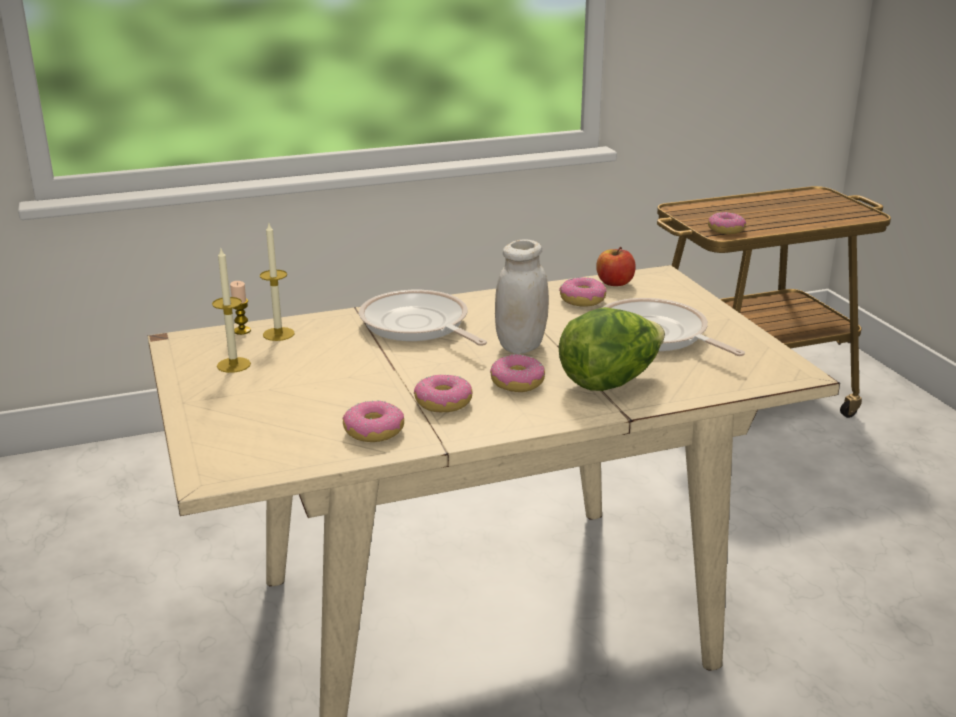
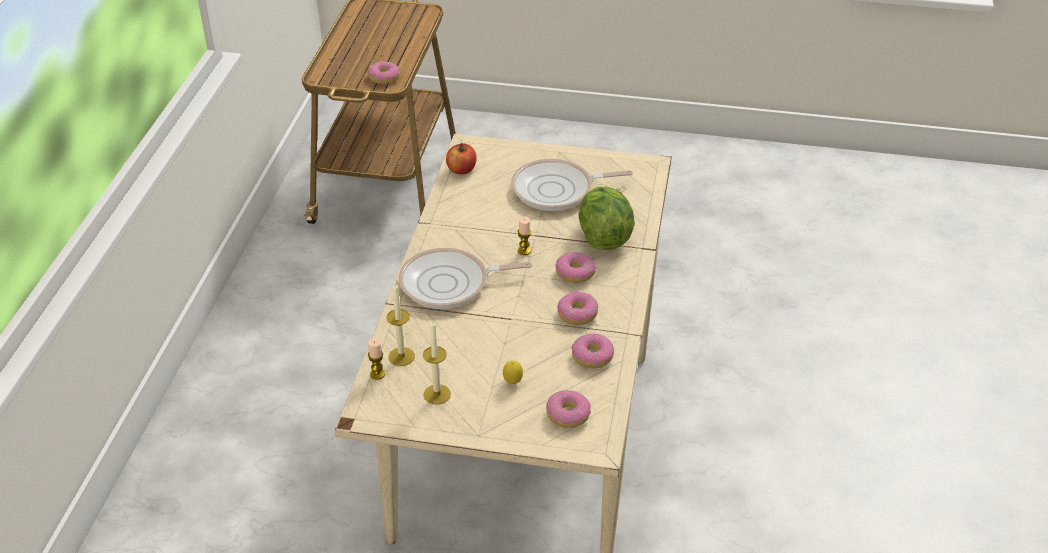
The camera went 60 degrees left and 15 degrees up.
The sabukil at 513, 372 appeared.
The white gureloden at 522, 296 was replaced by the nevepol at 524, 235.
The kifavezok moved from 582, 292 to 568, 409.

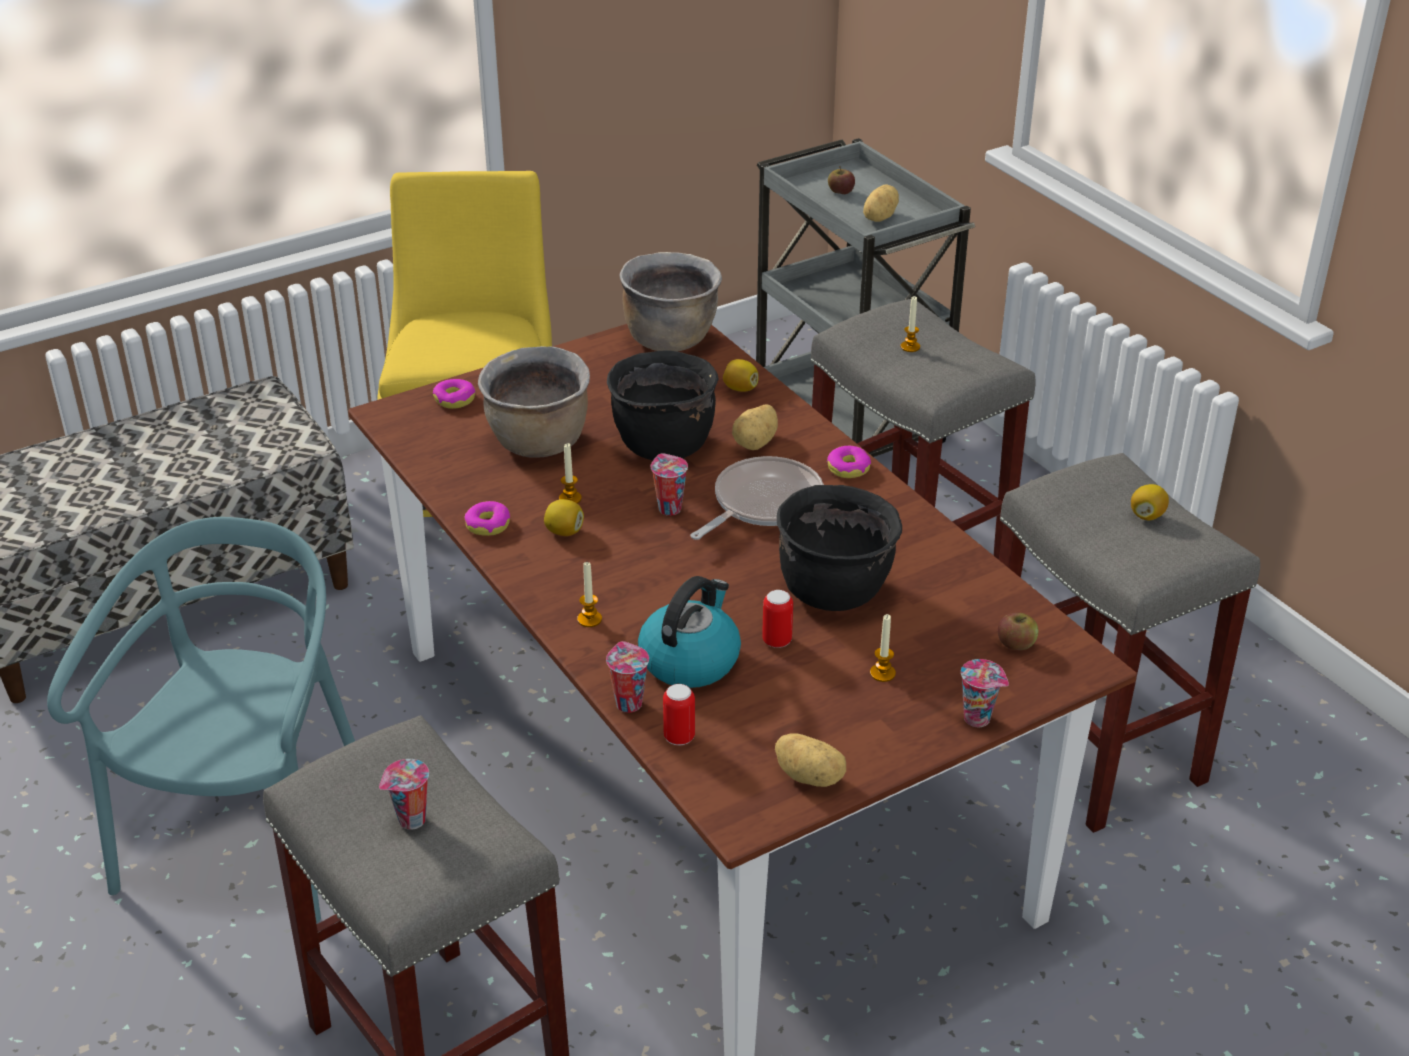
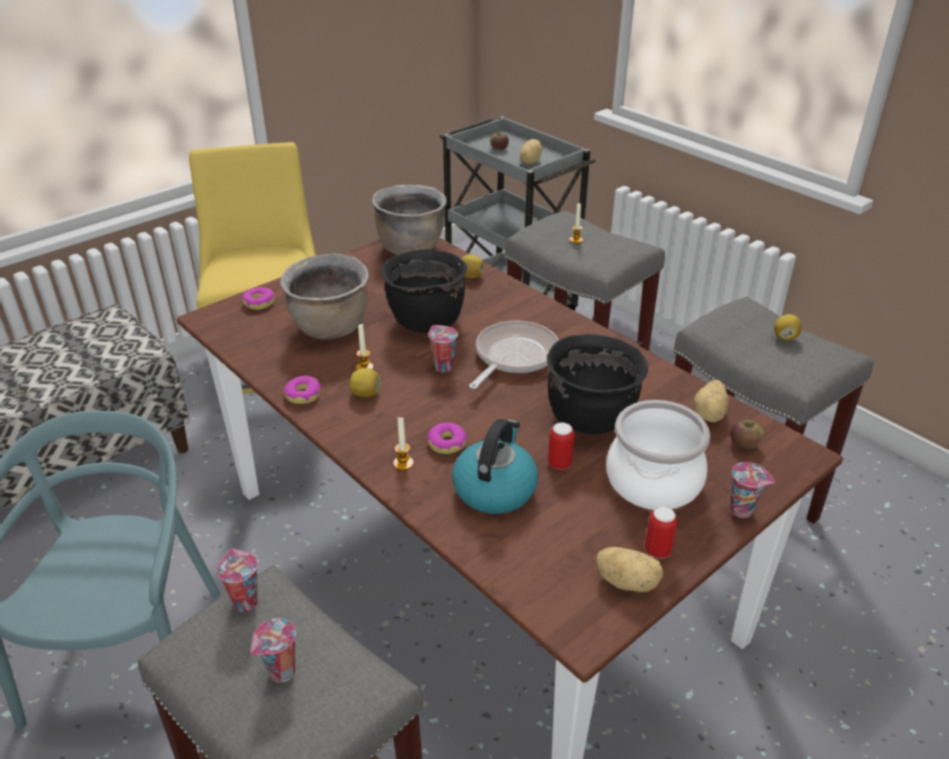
The camera went 10 degrees left and 0 degrees up.
The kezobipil moved from 627, 677 to 237, 580.
The kifavezok moved from 849, 462 to 447, 438.
The nevepol at 883, 648 was replaced by the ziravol at 658, 455.
The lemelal moved from 679, 714 to 661, 532.
The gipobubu moved from 755, 427 to 711, 401.

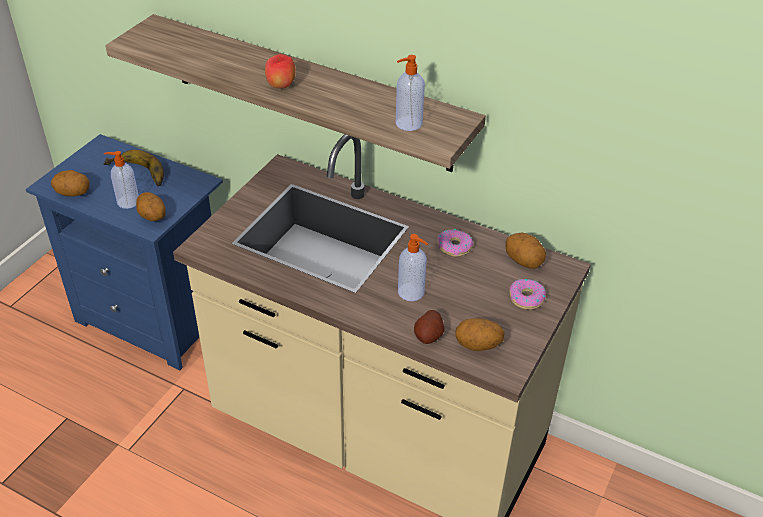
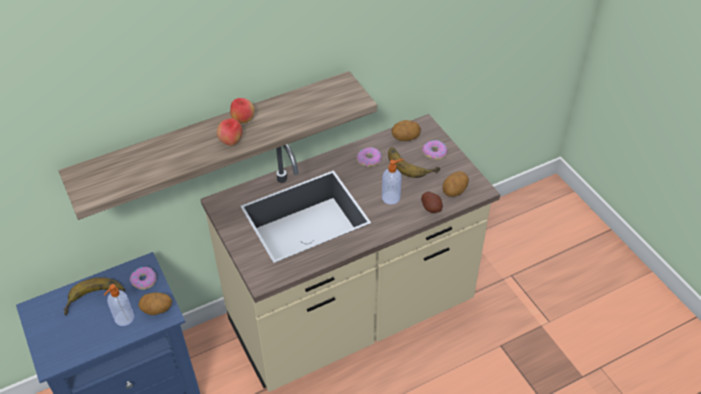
The camera went 55 degrees left and 5 degrees up.
The kifavezok at 143, 278 appeared.
The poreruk at 242, 111 appeared.
The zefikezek at 414, 162 appeared.
The gipobubu at 70, 183 disappeared.
The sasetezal at 410, 93 disappeared.

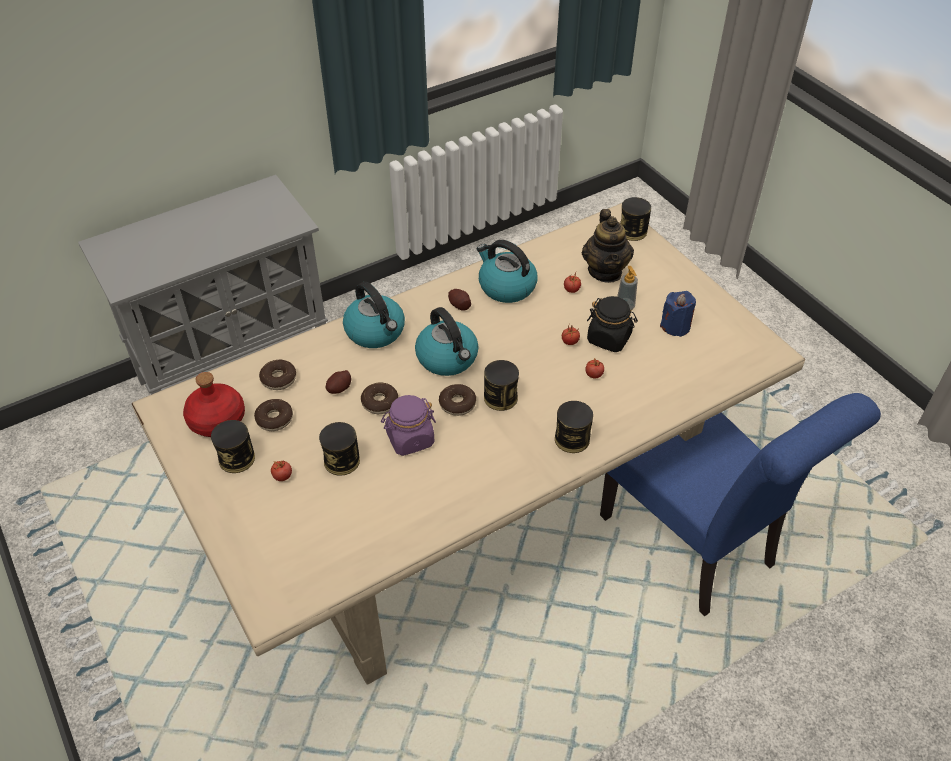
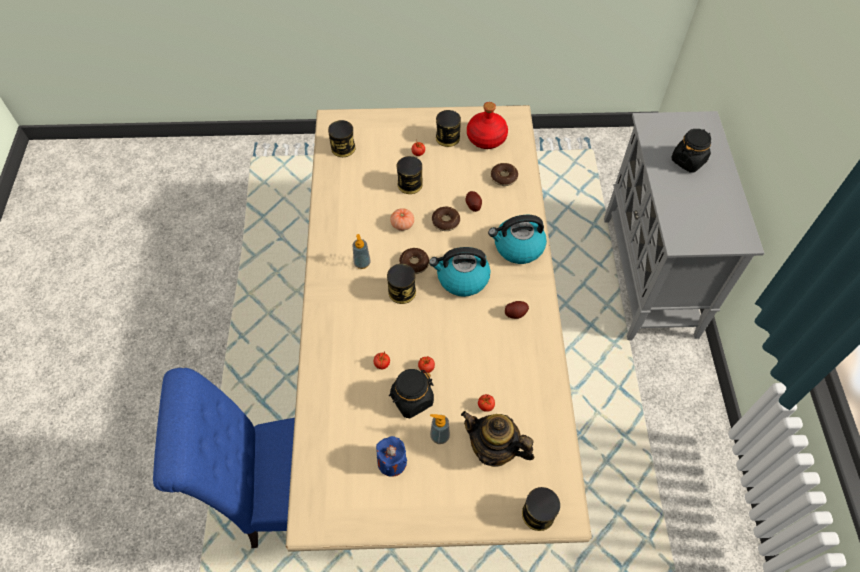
The camera went 120 degrees right and 10 degrees up.
The lemelal moved from 574, 427 to 342, 138.
The sasetezal at 361, 251 appeared.
The purple gureloden at 408, 425 was replaced by the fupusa at 402, 219.
The black gureloden at 691, 151 appeared.
The kifavezok at 273, 415 disappeared.
The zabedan at 507, 271 disappeared.

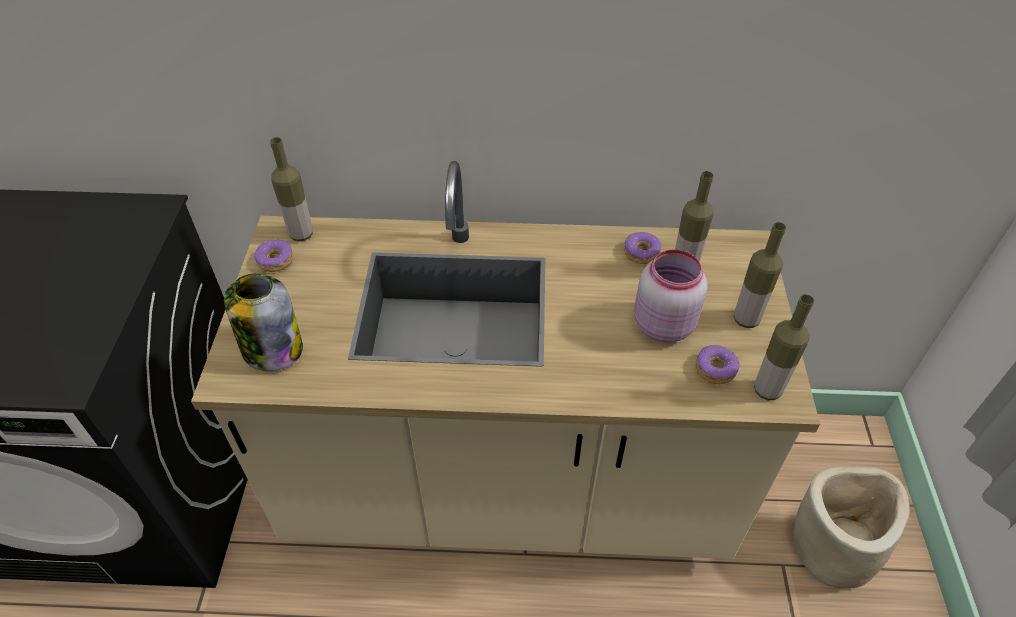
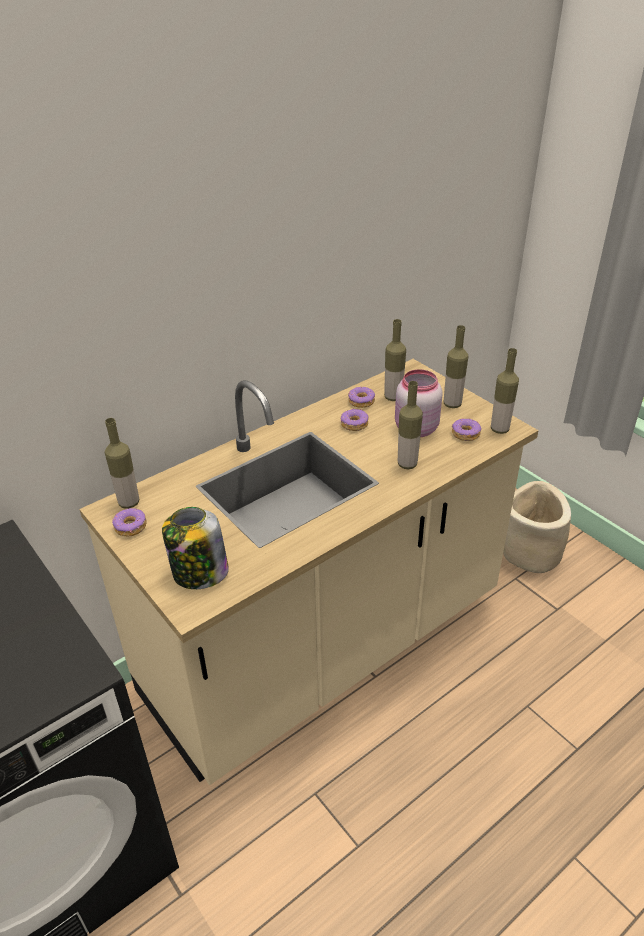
The camera went 40 degrees left and 10 degrees down.
The kifavezok at 354, 419 appeared.
The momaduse at 410, 425 appeared.

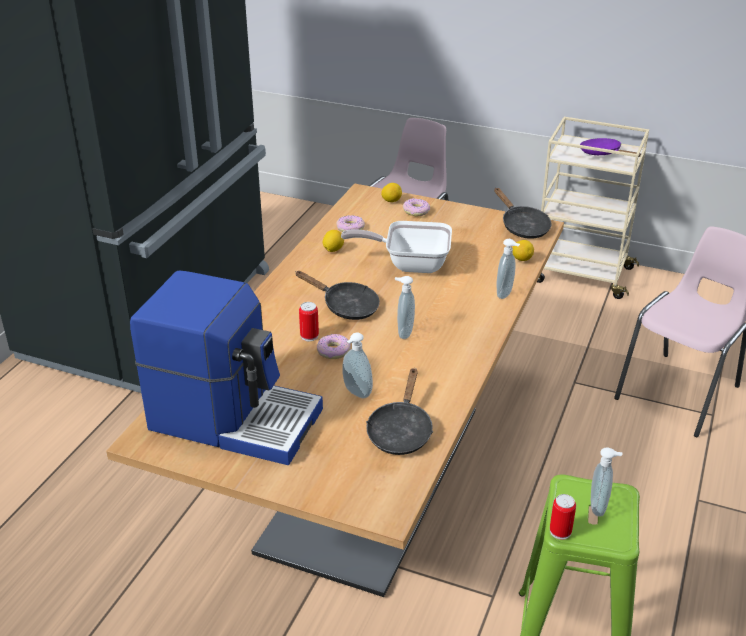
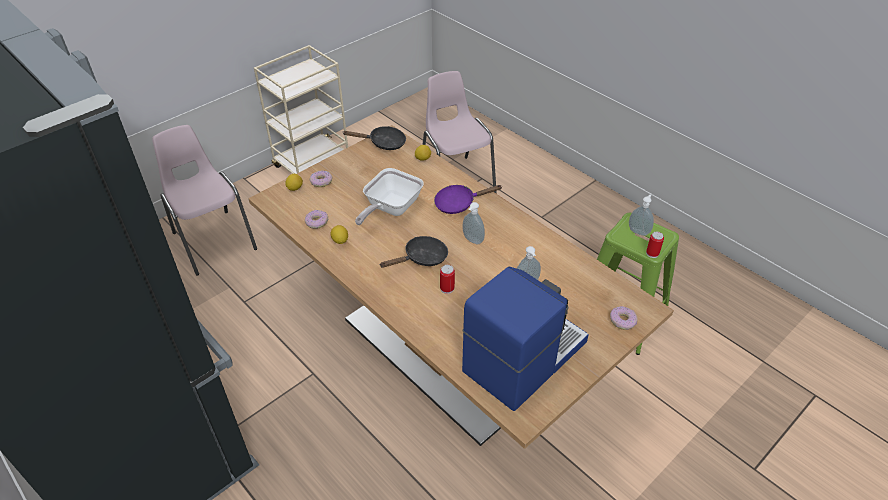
The camera went 65 degrees left and 10 degrees up.
The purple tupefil moved from 610, 147 to 468, 199.
The kifavezok moved from 334, 346 to 624, 318.
The black tupefil at 399, 411 disappeared.
The sasetezal at 508, 269 disappeared.

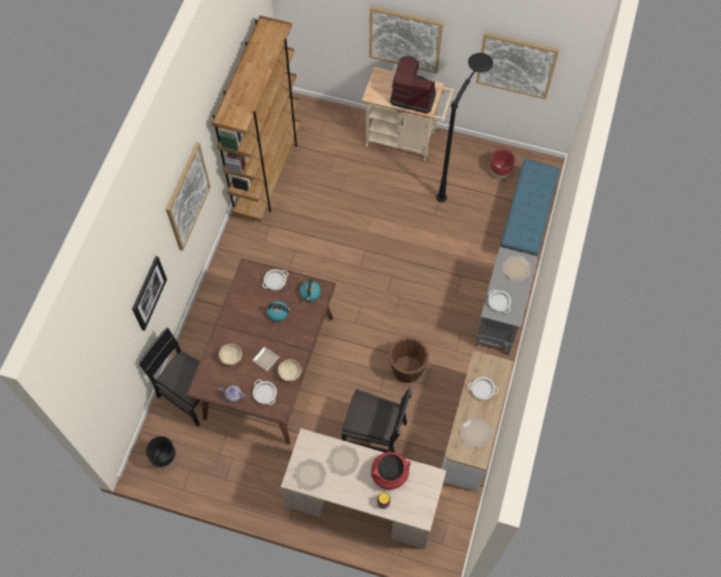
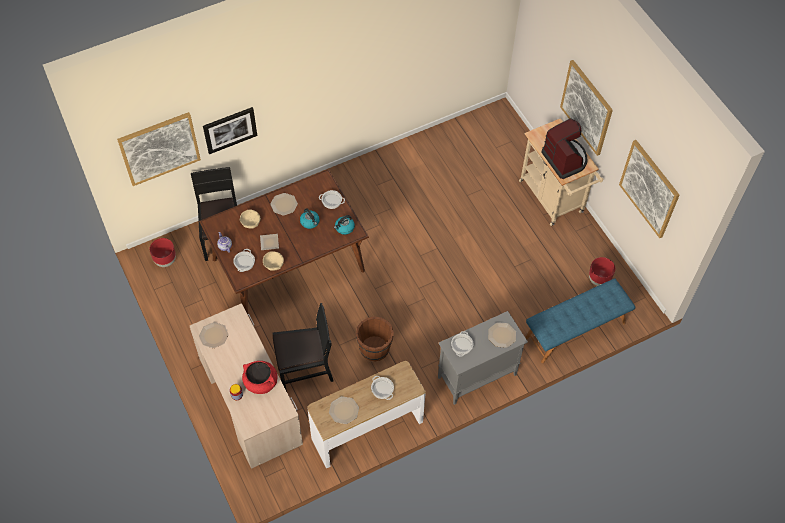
The camera went 45 degrees right and 5 degrees down.
The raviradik moved from 188, 196 to 159, 149.
The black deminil at 161, 452 became the red deminil at 162, 252.
The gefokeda moved from 343, 460 to 284, 204.
The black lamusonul at 377, 420 turned 75 degrees counterclockwise.
The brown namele at 256, 119 disappeared.
The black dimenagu at 464, 127 disappeared.

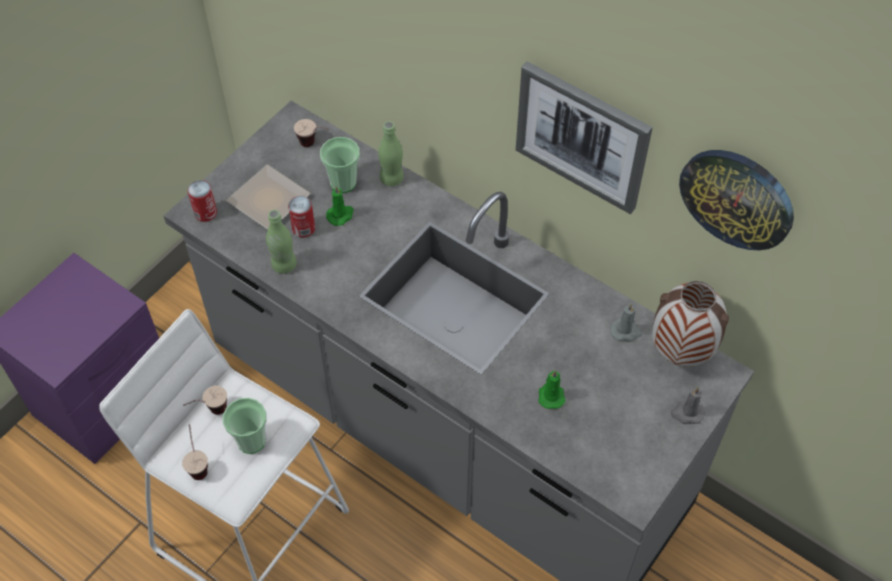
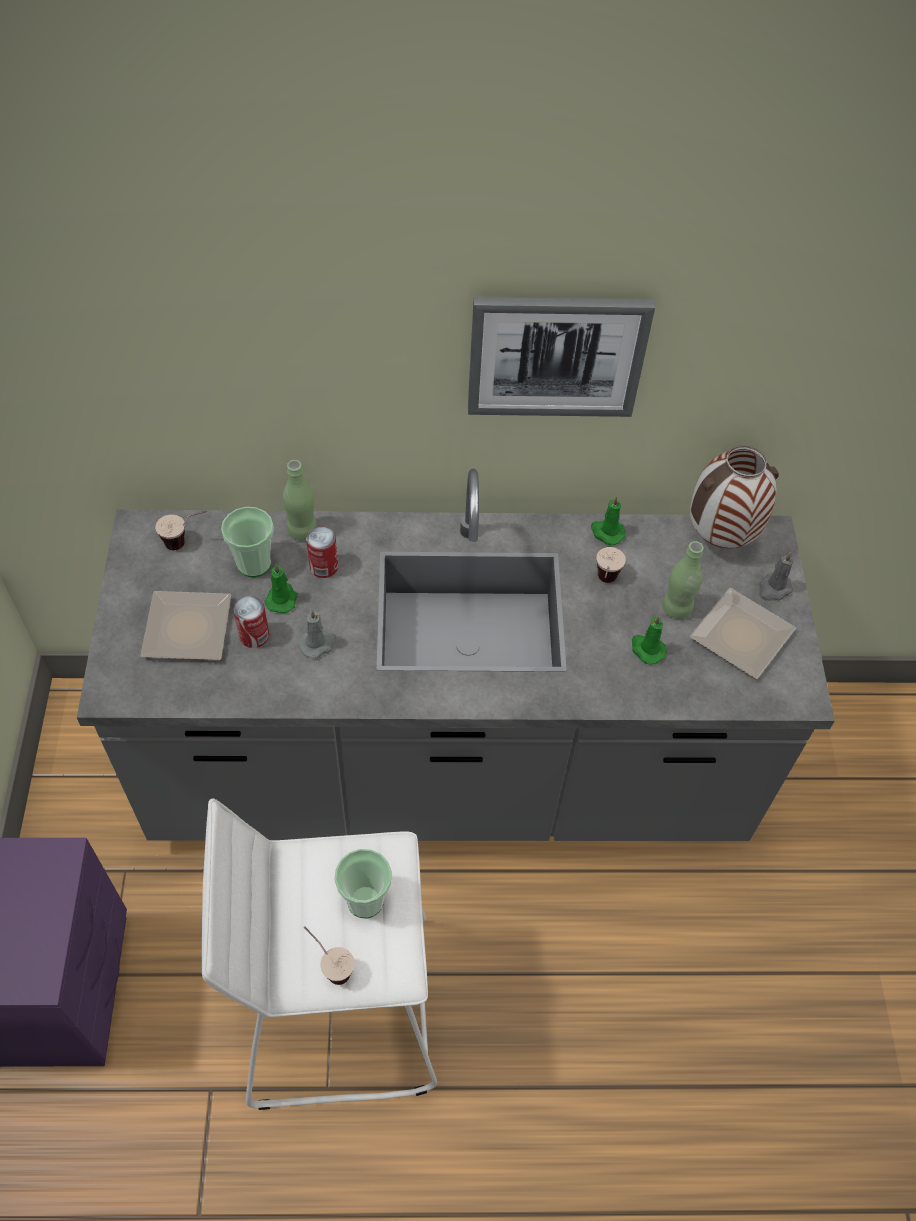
The camera went 40 degrees left and 0 degrees up.
The grey nevepol moved from 626, 322 to 318, 633.
The lemelal moved from 202, 201 to 322, 552.
The green nevepol at 608, 520 appeared.
The kezobipil moved from 205, 400 to 611, 565.
The green momaduse moved from 281, 241 to 683, 580.
The gefokeda at 743, 633 appeared.
The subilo at 736, 200 disappeared.

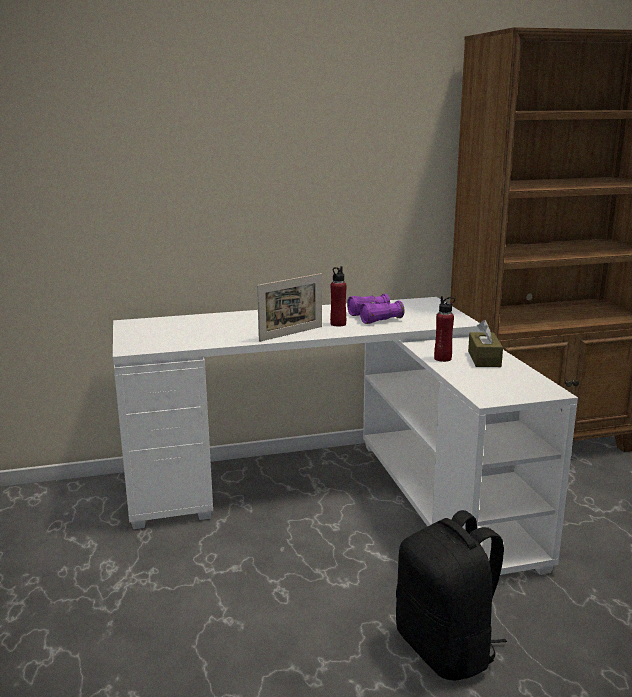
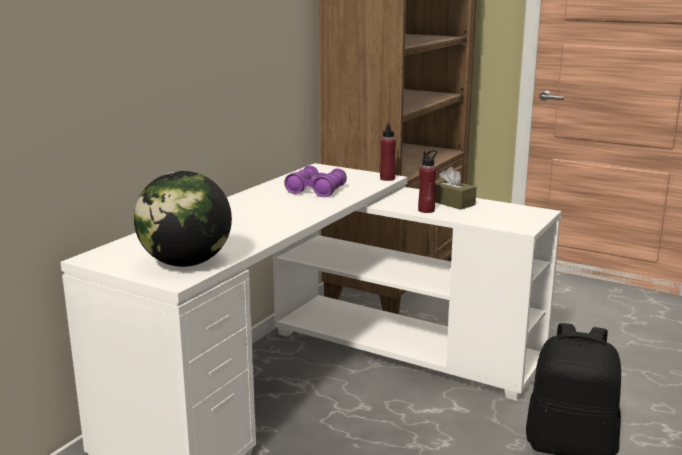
The camera went 45 degrees left and 0 degrees up.
The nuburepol at 183, 219 appeared.
The red momaduse moved from 338, 296 to 388, 152.
The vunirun at 289, 307 disappeared.

